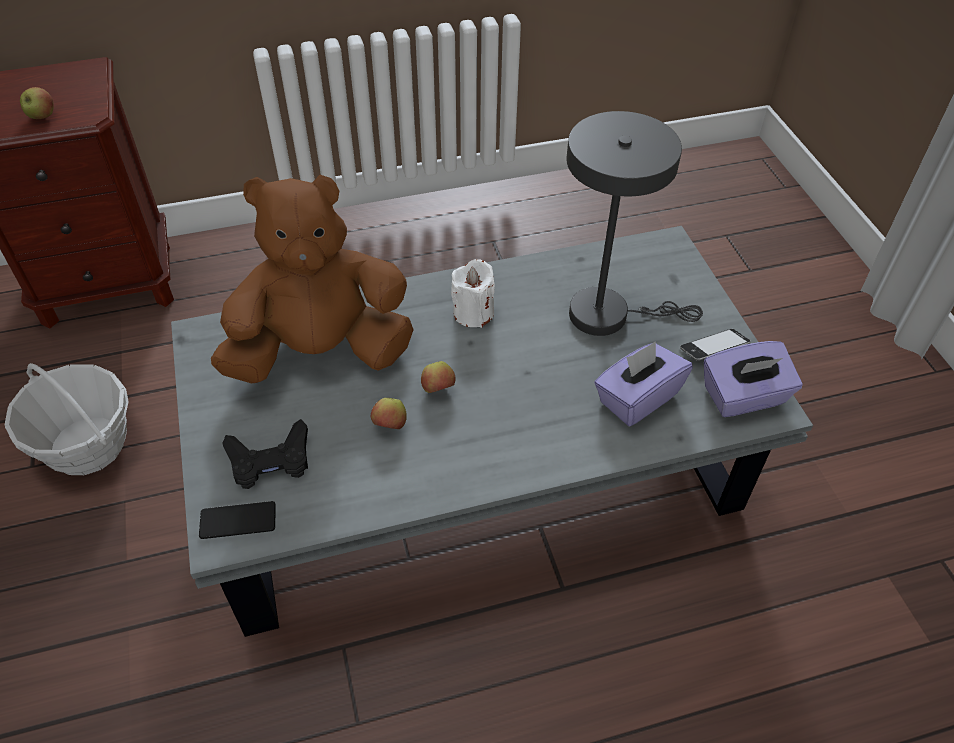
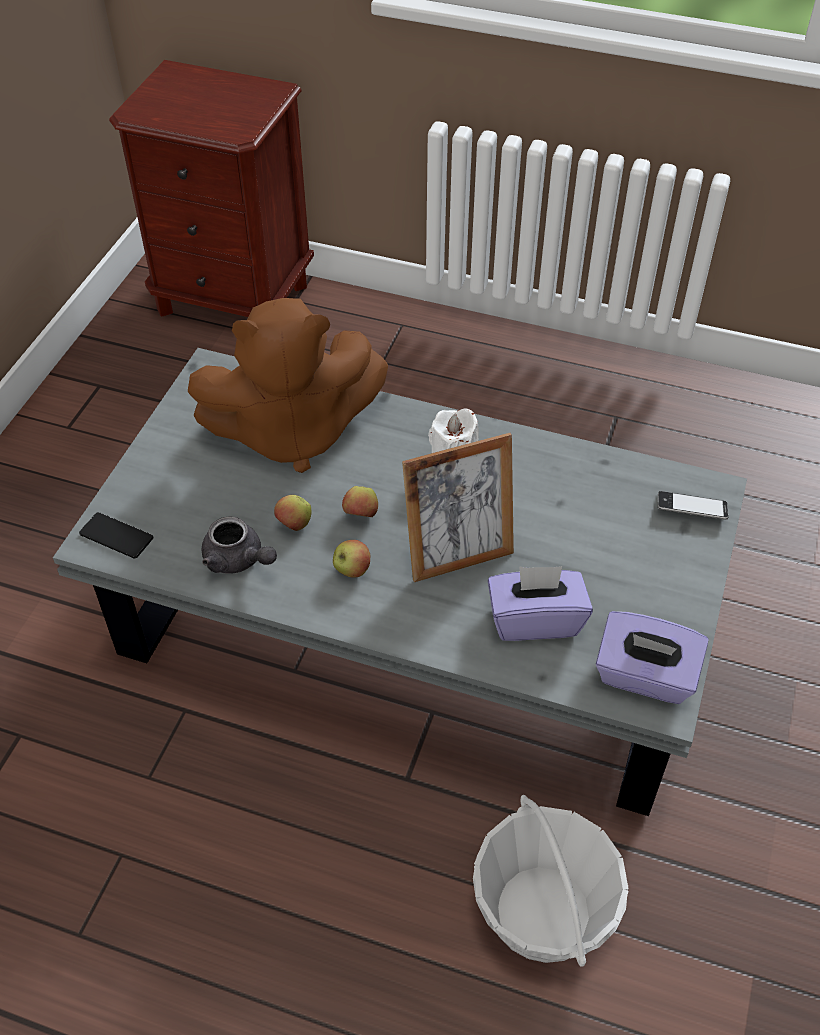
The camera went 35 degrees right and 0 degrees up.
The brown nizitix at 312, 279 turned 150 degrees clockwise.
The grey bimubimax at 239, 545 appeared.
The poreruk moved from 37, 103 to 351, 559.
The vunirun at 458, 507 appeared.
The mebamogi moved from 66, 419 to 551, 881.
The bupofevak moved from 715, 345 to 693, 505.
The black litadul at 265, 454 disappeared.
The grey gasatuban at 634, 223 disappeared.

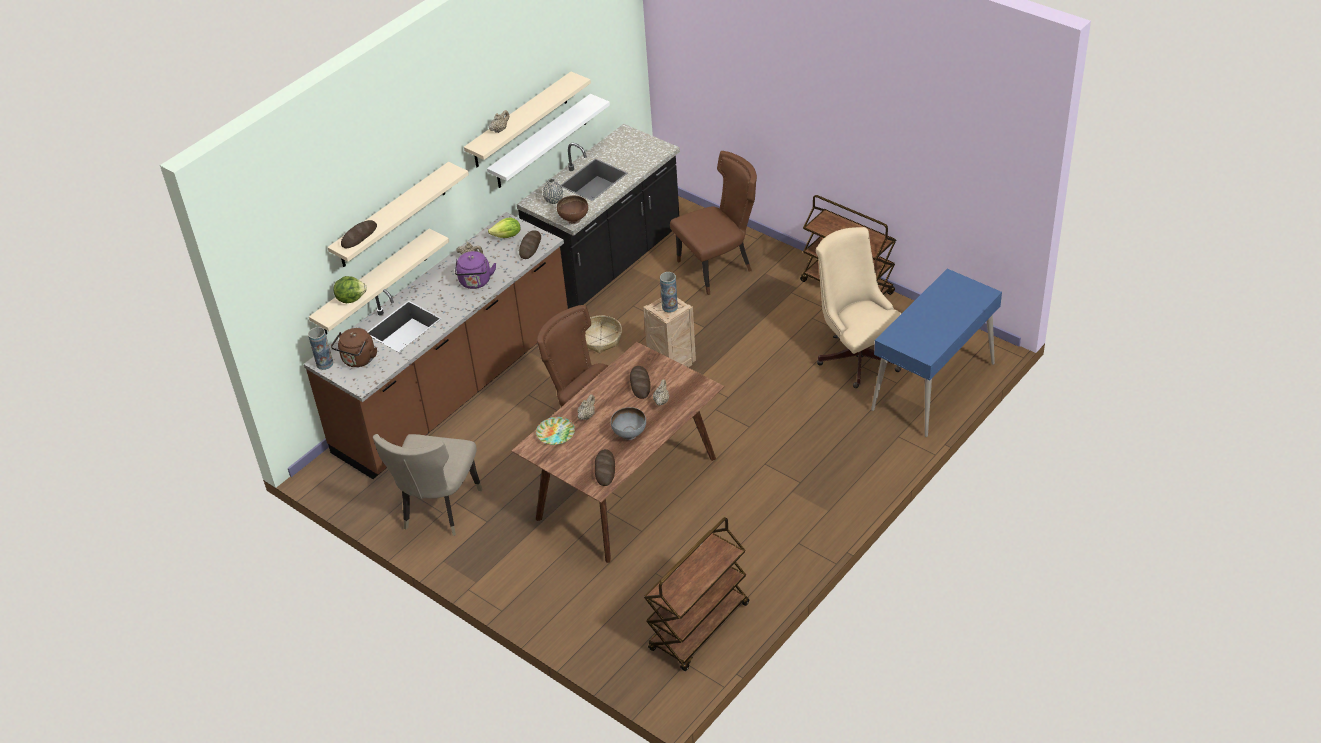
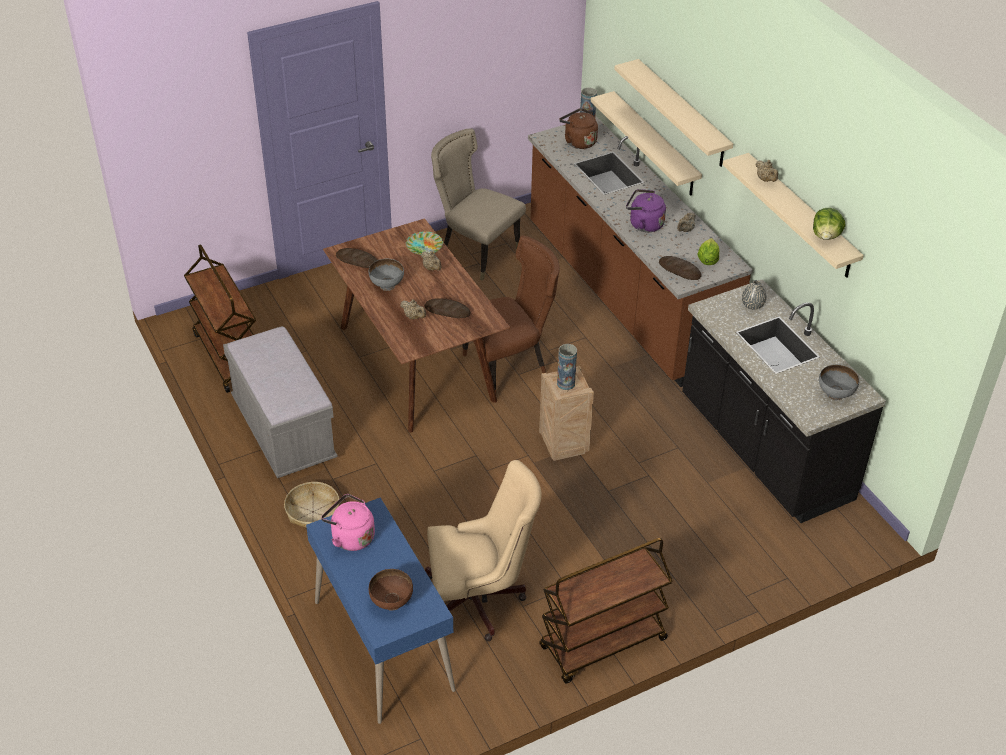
The camera went 110 degrees right and 0 degrees up.
The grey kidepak at 280, 402 appeared.
The mebamogi moved from 603, 334 to 311, 505.
The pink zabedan at 348, 522 appeared.
The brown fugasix moved from 572, 210 to 391, 590.
The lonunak moved from 350, 289 to 829, 224.
The grey fugasix at 839, 382 appeared.
The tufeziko at 359, 234 disappeared.
The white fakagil at 548, 141 disappeared.
The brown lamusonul at 713, 223 disappeared.

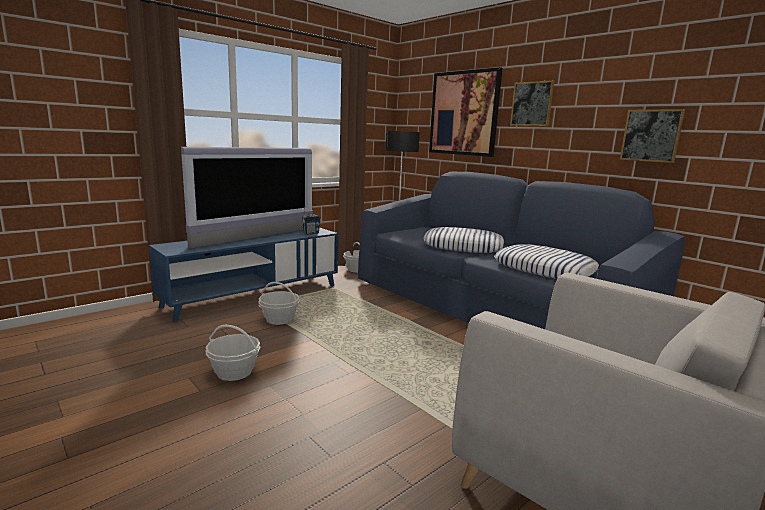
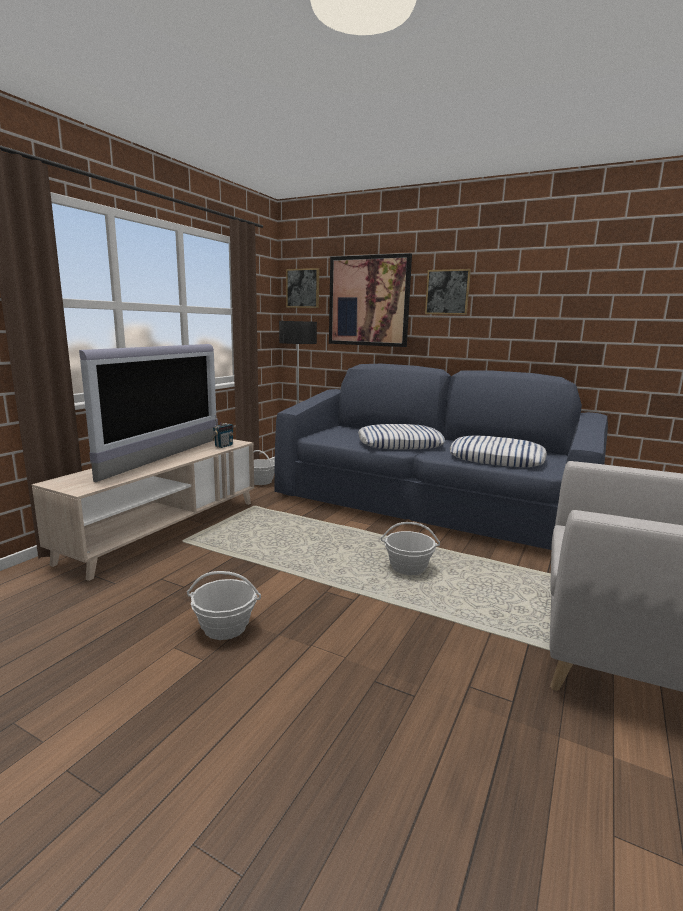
The camera went 20 degrees left and 0 degrees up.
The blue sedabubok at 243, 275 became the beige sedabubok at 143, 510.
The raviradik moved from 652, 136 to 302, 288.
The mebamogi moved from 279, 303 to 410, 548.

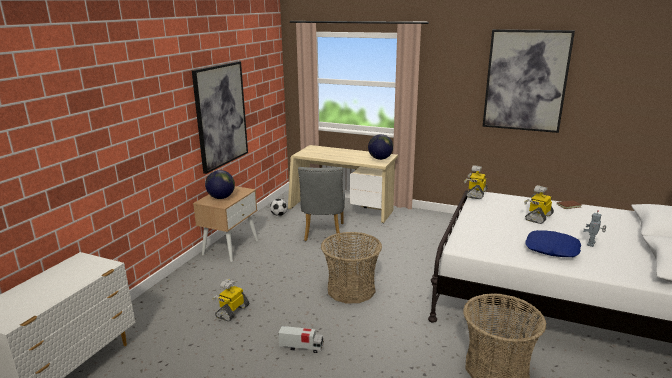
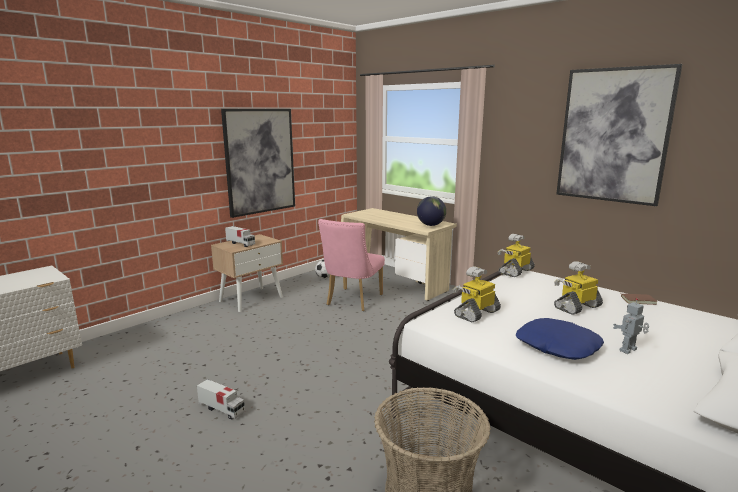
The camera went 20 degrees right and 5 degrees down.
The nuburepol at 220, 184 was replaced by the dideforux at 240, 236.
The grey lamusonul at 321, 204 became the pink lamusonul at 351, 265.
The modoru moved from 230, 300 to 477, 294.
The mebamogi at 351, 268 disappeared.

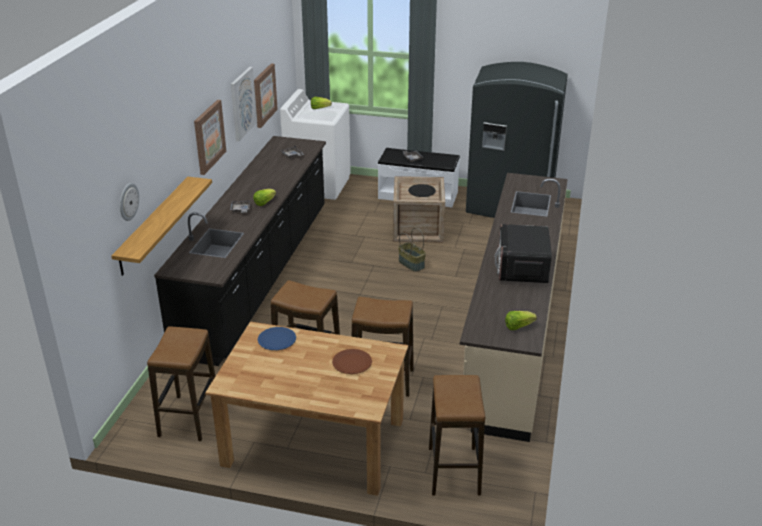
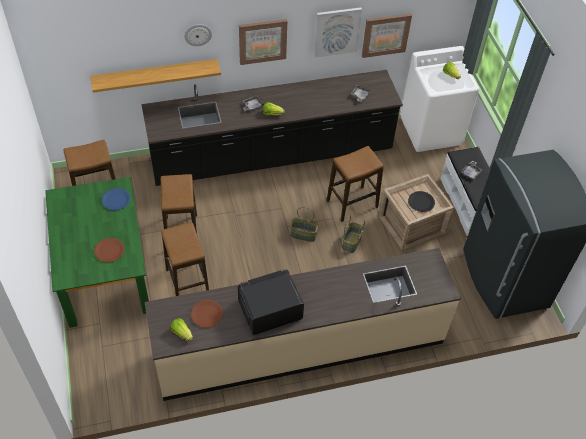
The camera went 60 degrees right and 20 degrees up.
The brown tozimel at 306, 409 became the green tozimel at 97, 252.
The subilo moved from 129, 202 to 198, 35.
The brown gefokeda at 207, 314 appeared.
The mebamogi at 304, 224 appeared.
The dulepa moved from 457, 435 to 355, 184.

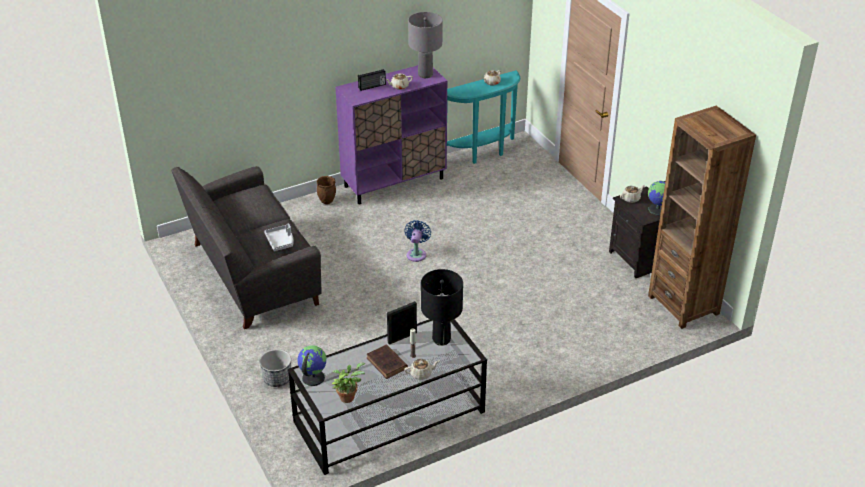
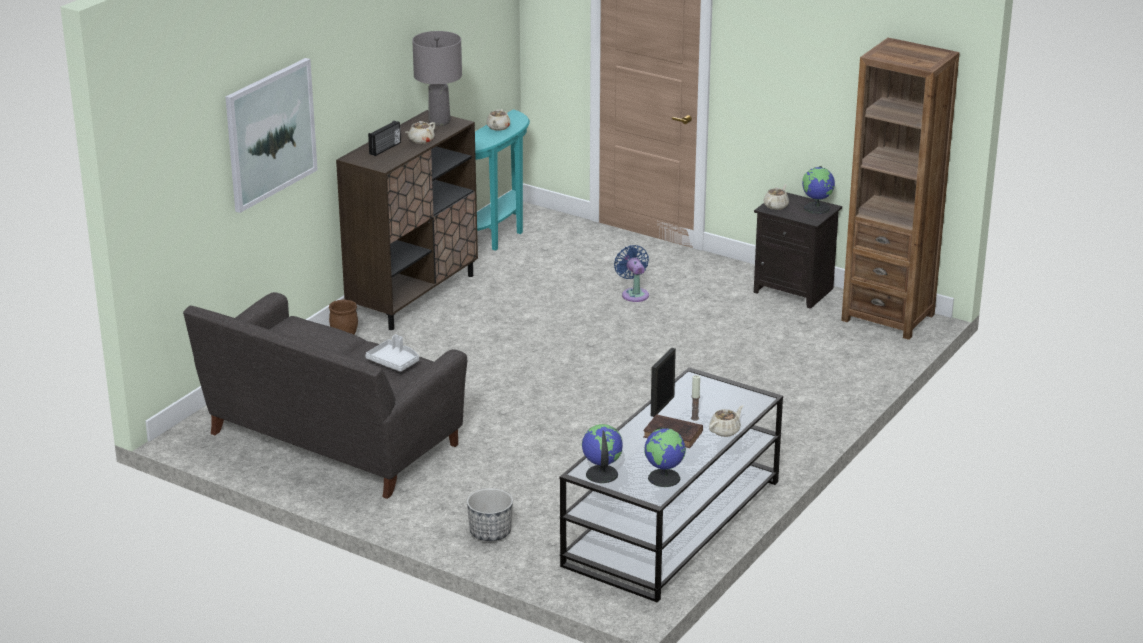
The camera went 30 degrees left and 10 degrees down.
The raviradik at 271, 135 appeared.
The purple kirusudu at 391, 134 became the brown kirusudu at 407, 220.
The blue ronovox moved from 417, 241 to 631, 273.
The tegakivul at 348, 382 was replaced by the nuburepol at 665, 457.
The black gasatuban at 442, 307 disappeared.

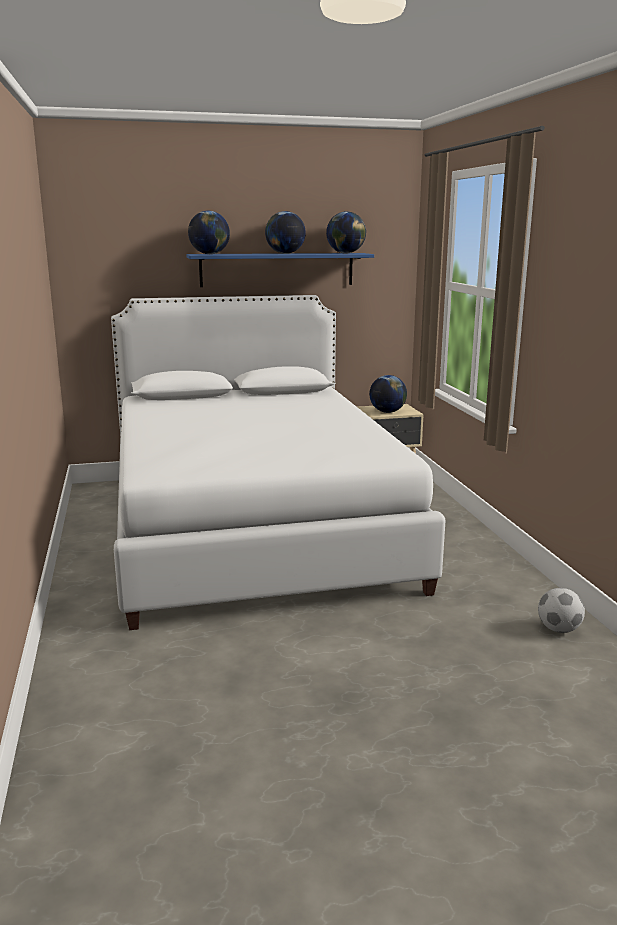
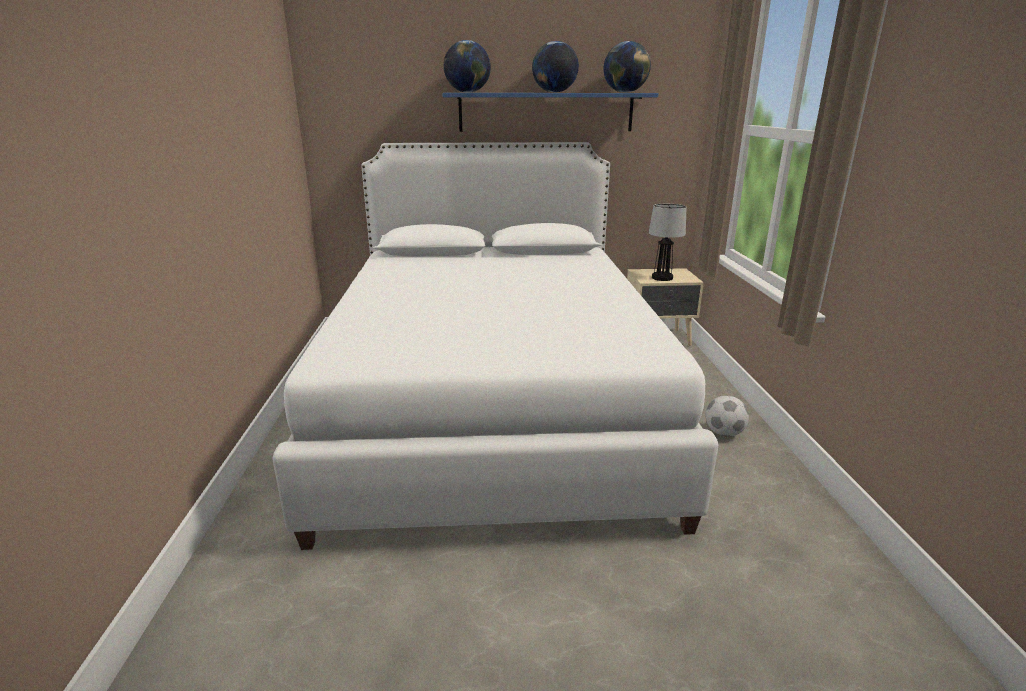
The camera went 10 degrees right and 5 degrees up.
The nuburepol at 388, 394 was replaced by the gasatuban at 668, 242.
The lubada moved from 561, 610 to 727, 416.

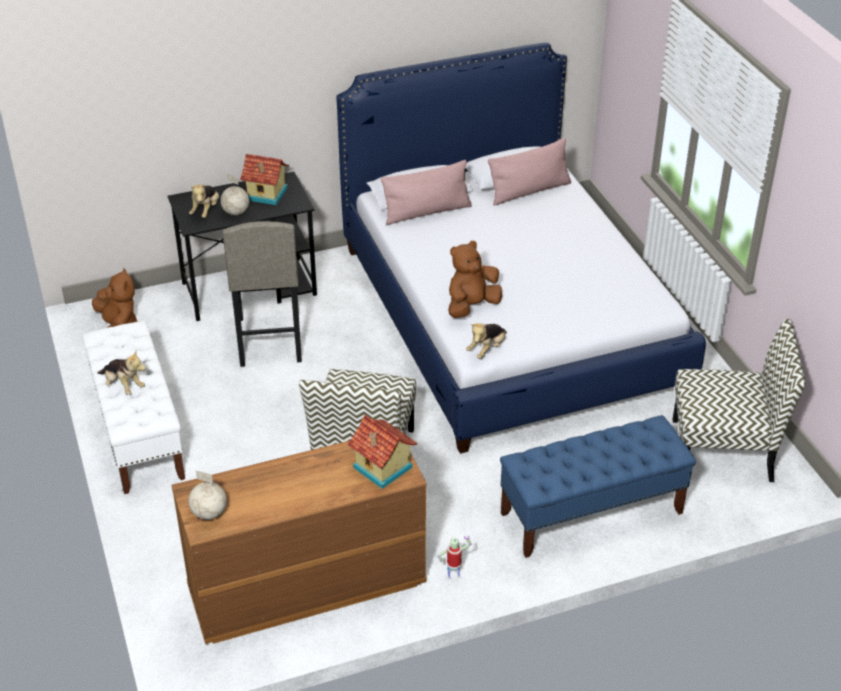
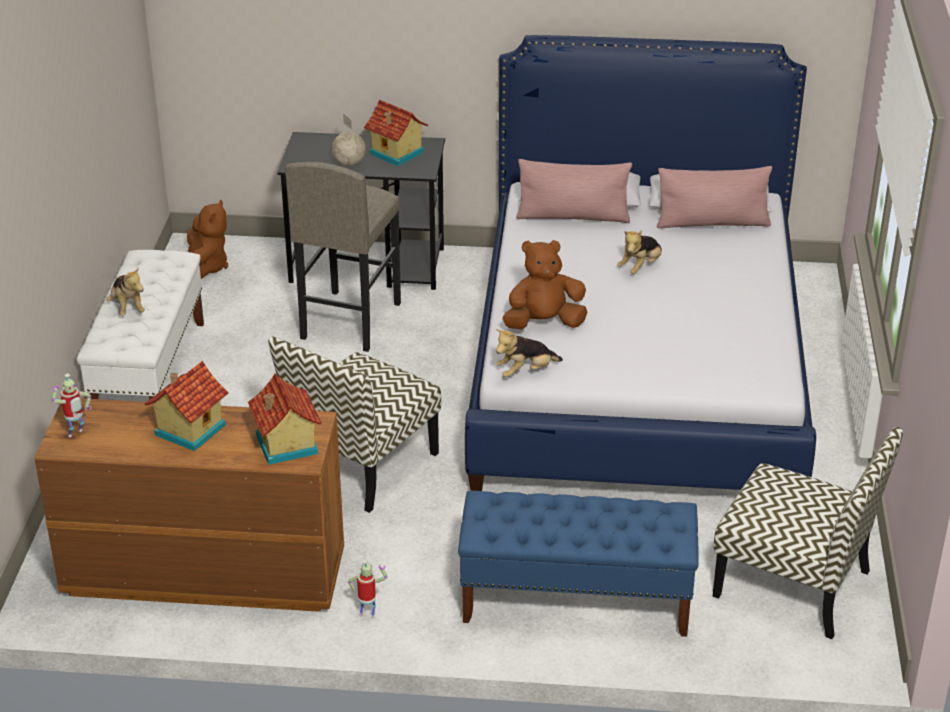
The camera went 25 degrees right and 5 degrees down.
The nuburepol at 207, 495 was replaced by the modoru at 71, 405.
The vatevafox at 187, 406 appeared.
The nizitix moved from 204, 200 to 639, 252.

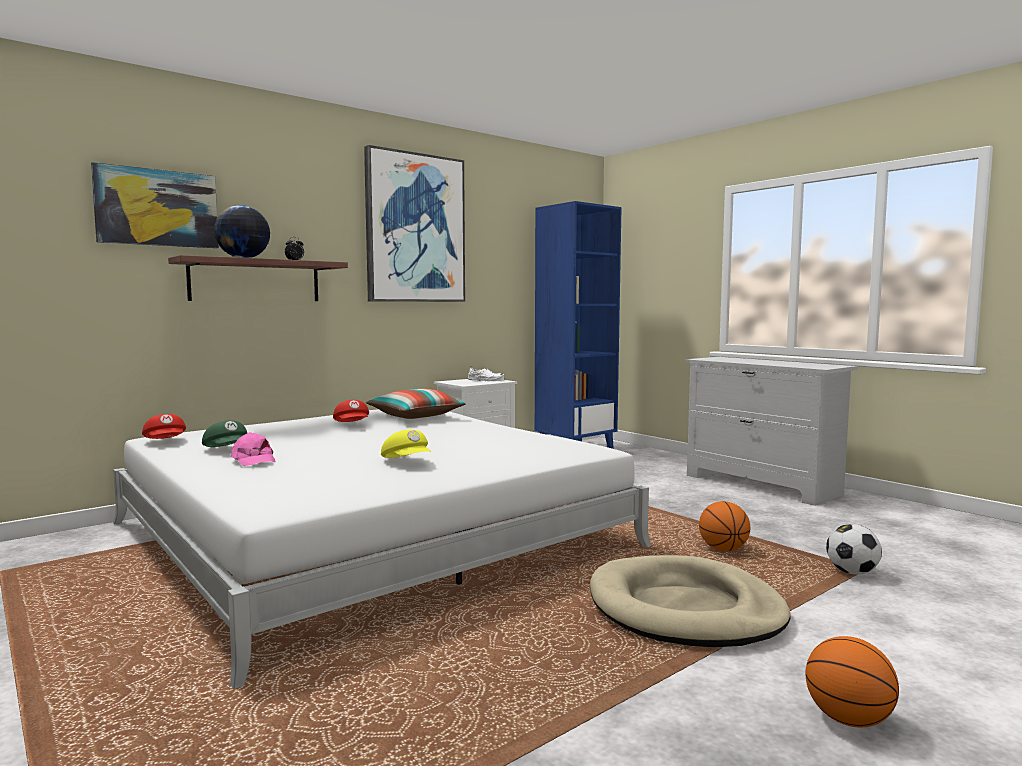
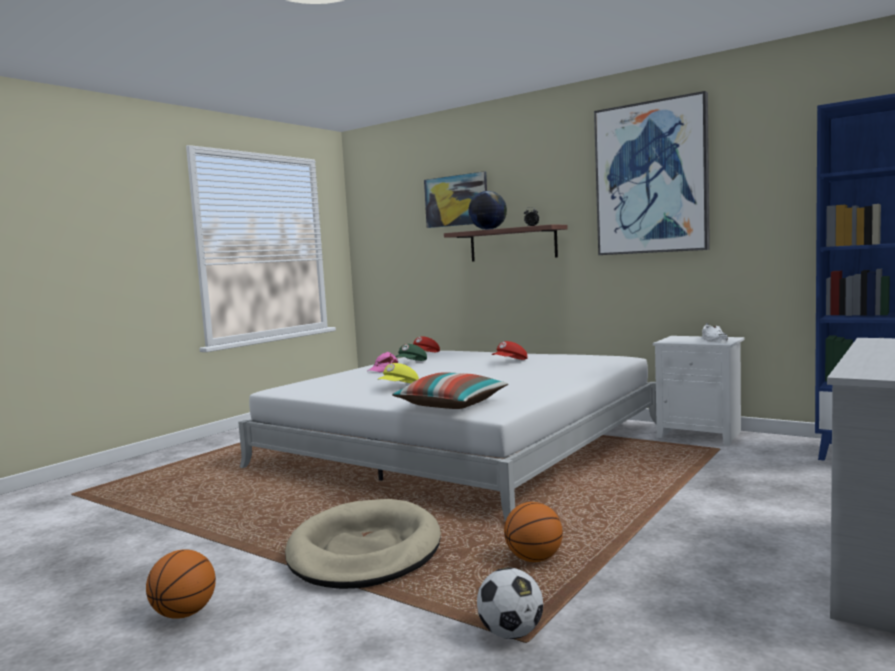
The camera went 75 degrees right and 0 degrees up.
The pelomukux moved from 416, 404 to 450, 390.

